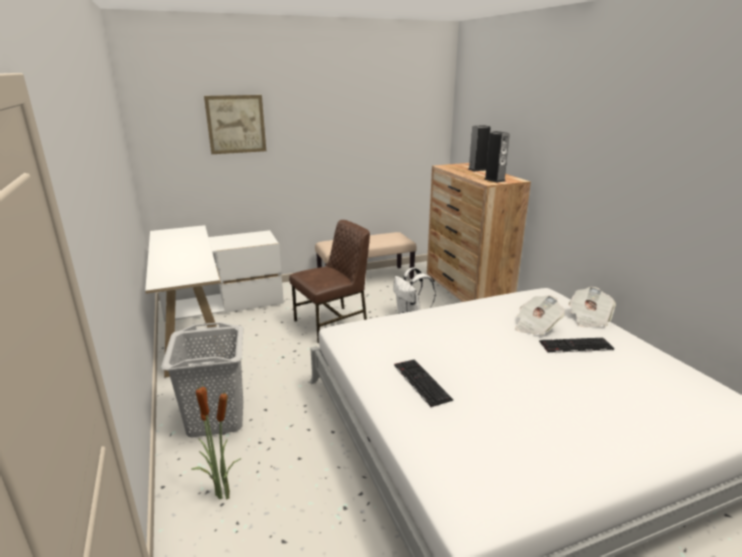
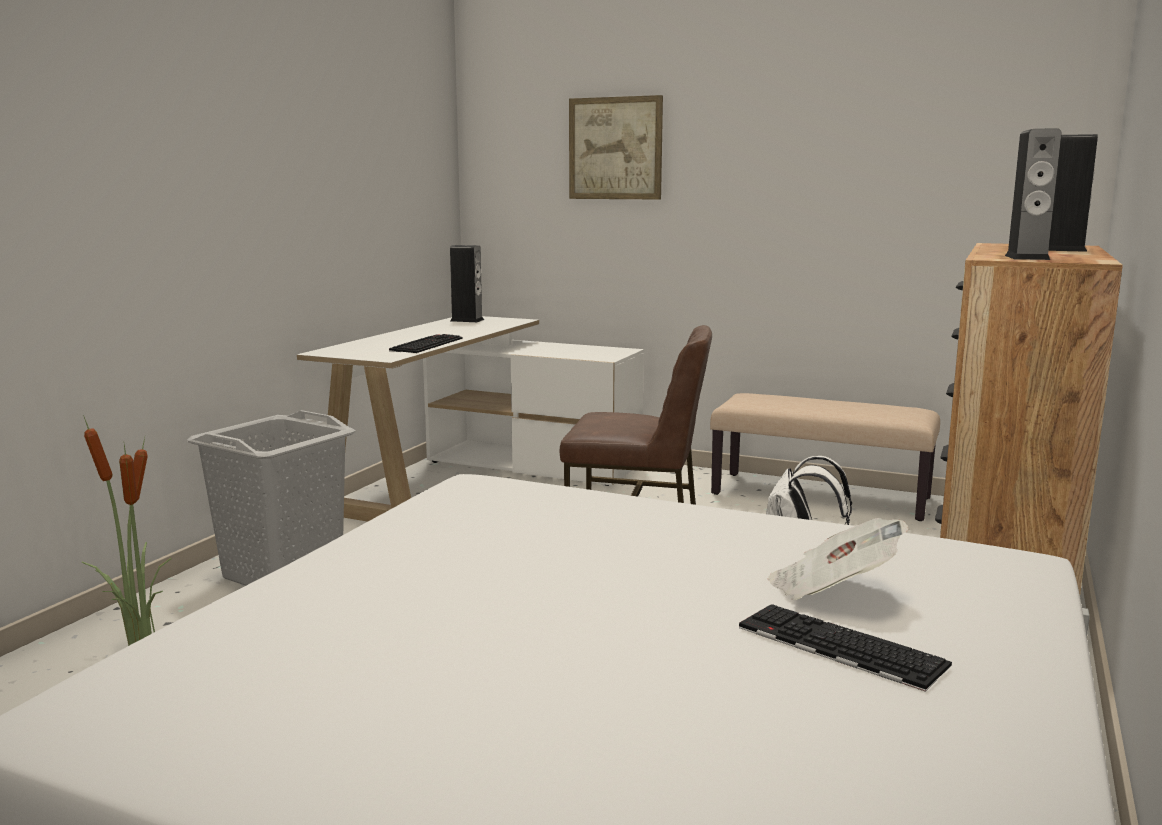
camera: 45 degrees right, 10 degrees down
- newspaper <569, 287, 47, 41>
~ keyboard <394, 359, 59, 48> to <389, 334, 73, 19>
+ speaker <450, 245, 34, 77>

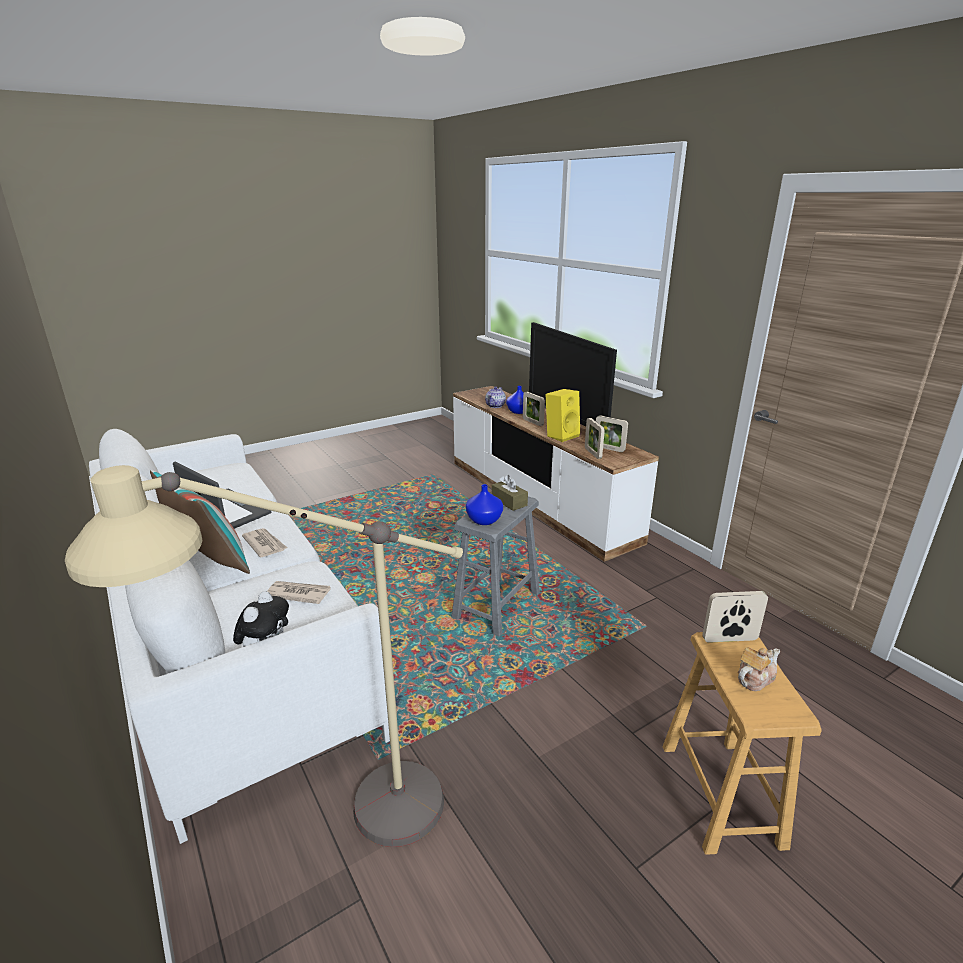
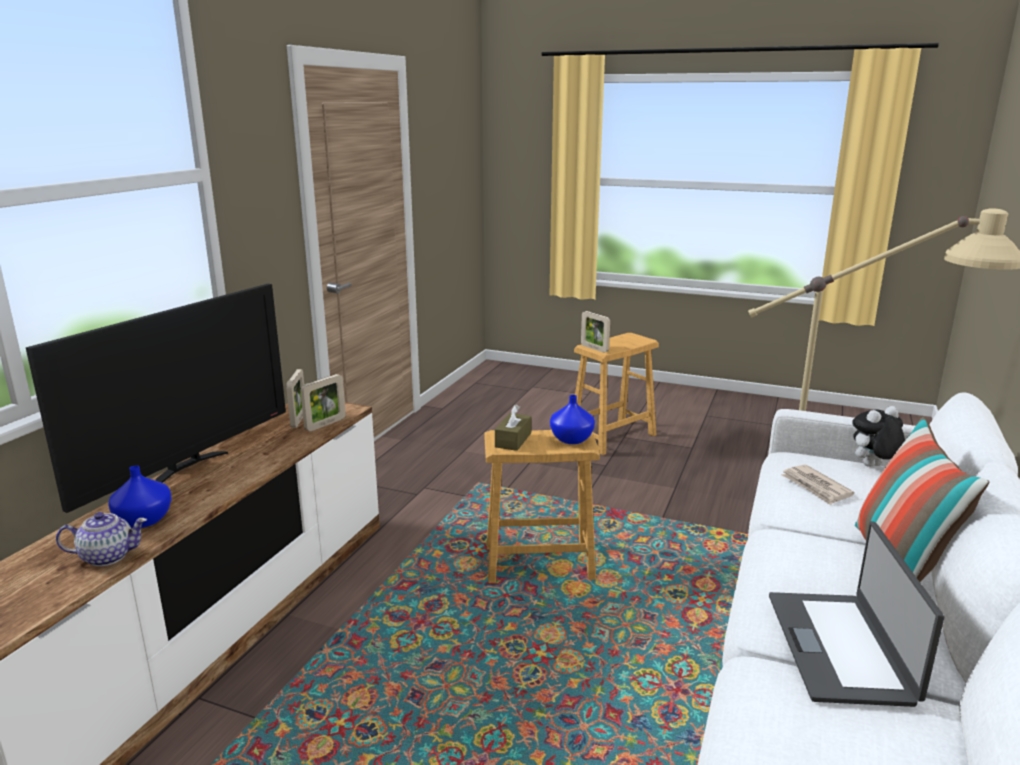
camera: 125 degrees left, 5 degrees down
- yellow speaker <545, 389, 35, 53>
- photo frame <523, 392, 22, 34>
~ grey stool seat <451, 497, 89, 139> to brown stool seat <484, 430, 116, 153>
- newspaper <242, 528, 45, 29>
- teapot <738, 647, 42, 44>

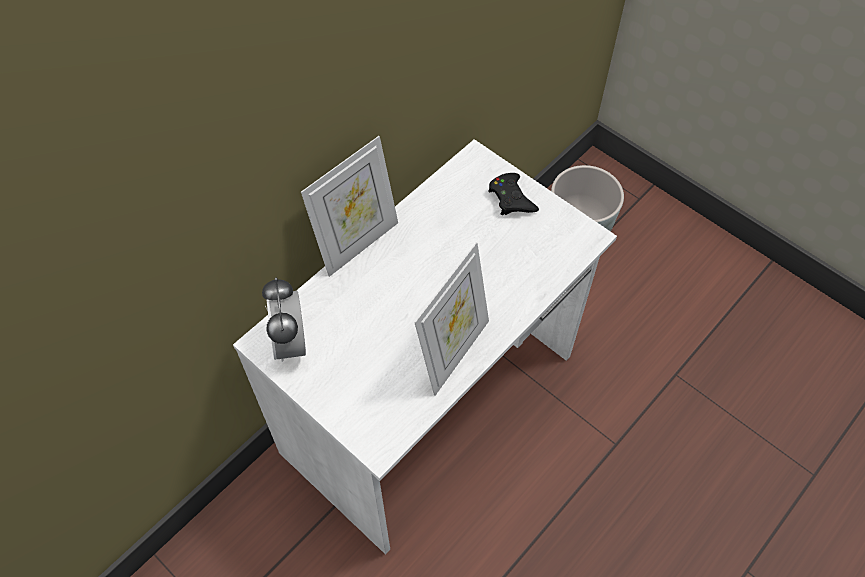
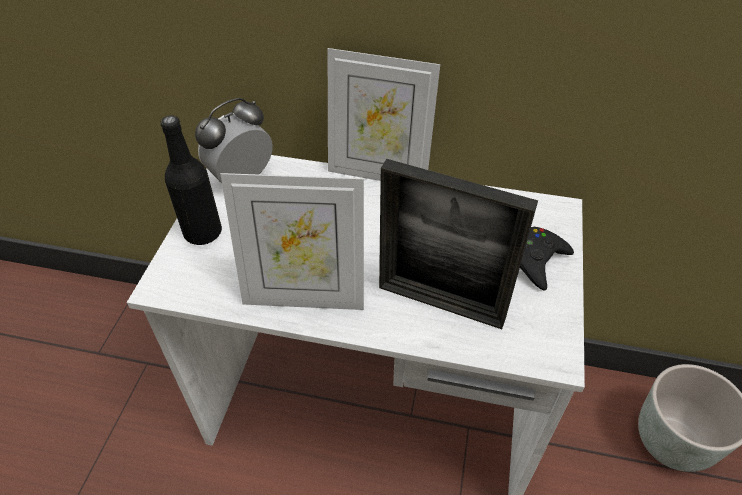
camera: 60 degrees right, 10 degrees down
+ black bottle <161, 116, 61, 129>
+ photo frame <379, 159, 159, 170>

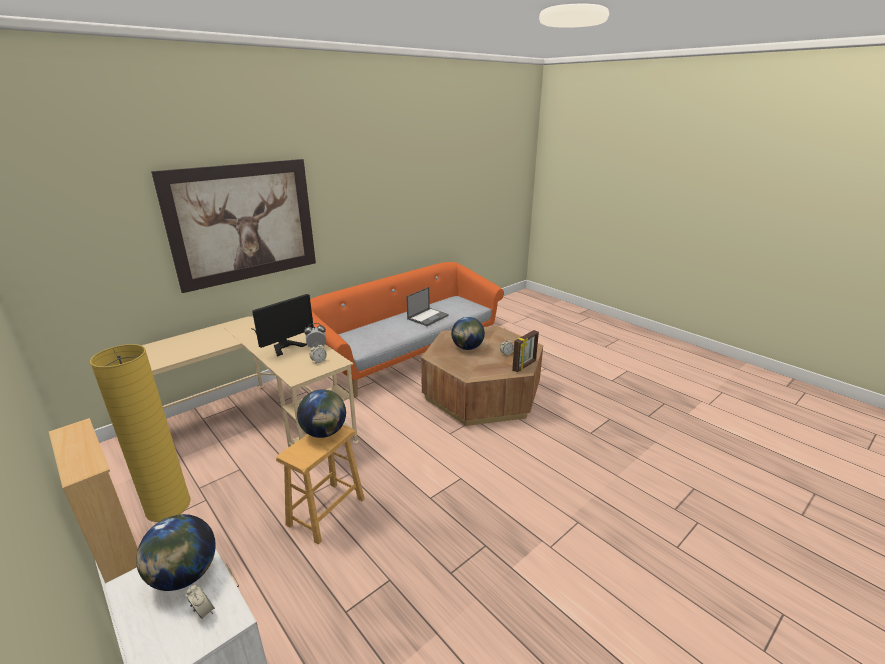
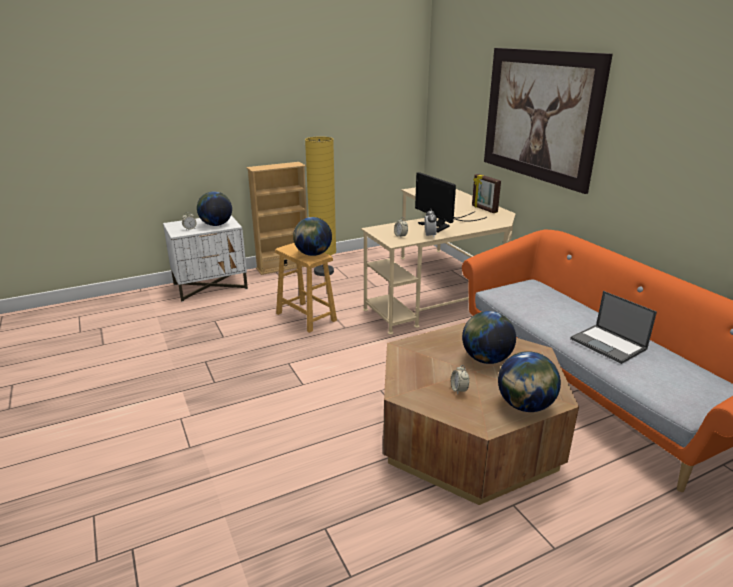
camera: 105 degrees right, 0 degrees up
~ photo frame <512, 330, 27, 42> to <472, 174, 29, 39>
+ desk globe <498, 351, 63, 61>

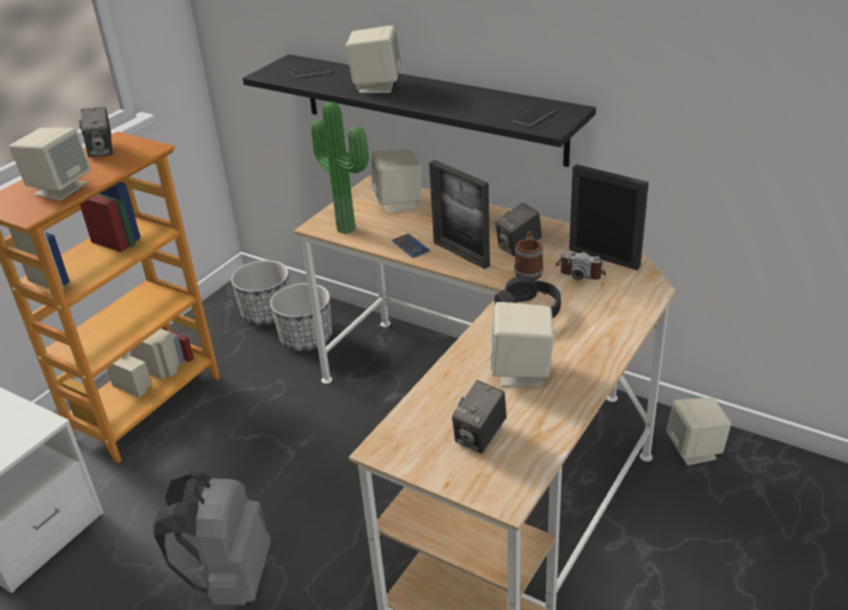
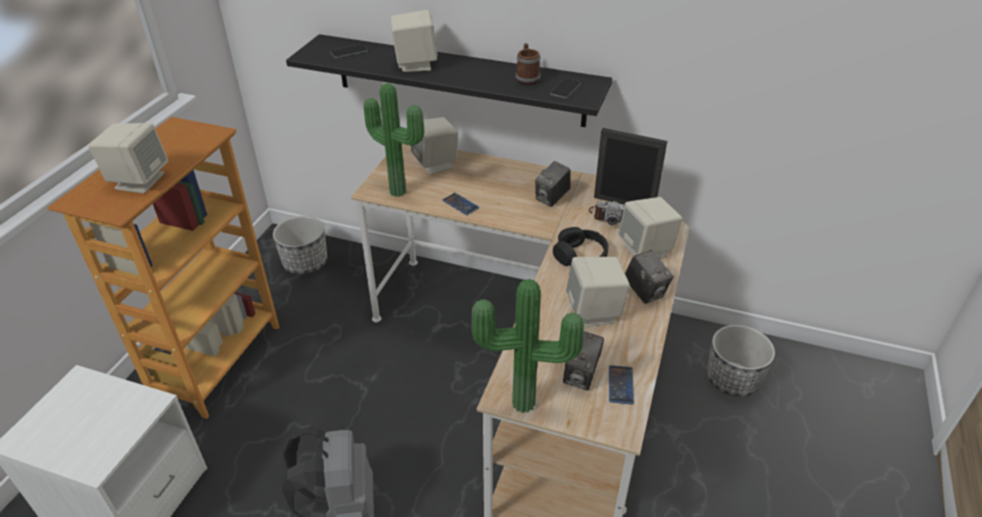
camera: 15 degrees left, 5 degrees up
~ still camera <79, 107, 34, 50> to <625, 250, 49, 54>
- photo frame <429, 160, 61, 109>
~ coffee mug <514, 231, 30, 49> to <516, 43, 24, 42>
~ flower pot <270, 283, 62, 68> to <707, 325, 68, 72>
~ beige-coloured speaker <667, 398, 64, 67> to <618, 197, 64, 62>
+ houseplant <472, 279, 112, 134>
+ telephone <609, 365, 25, 39>

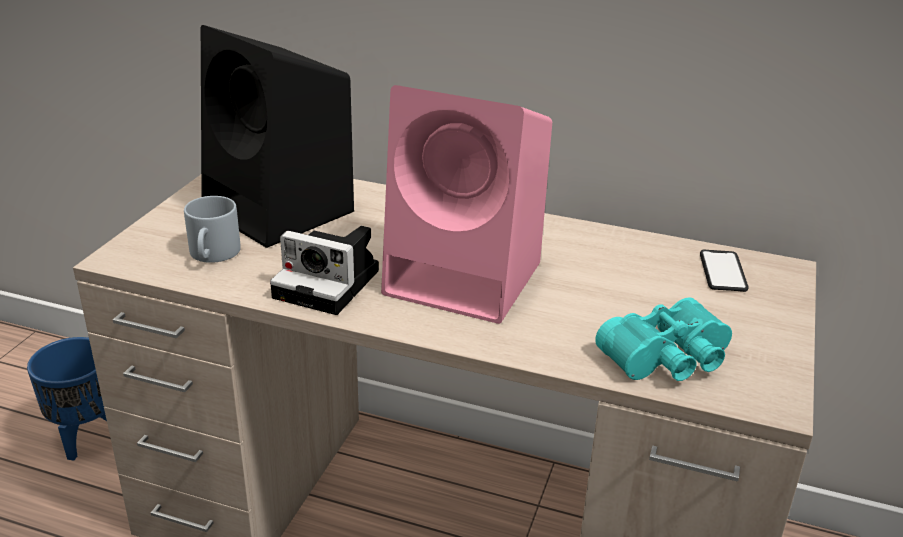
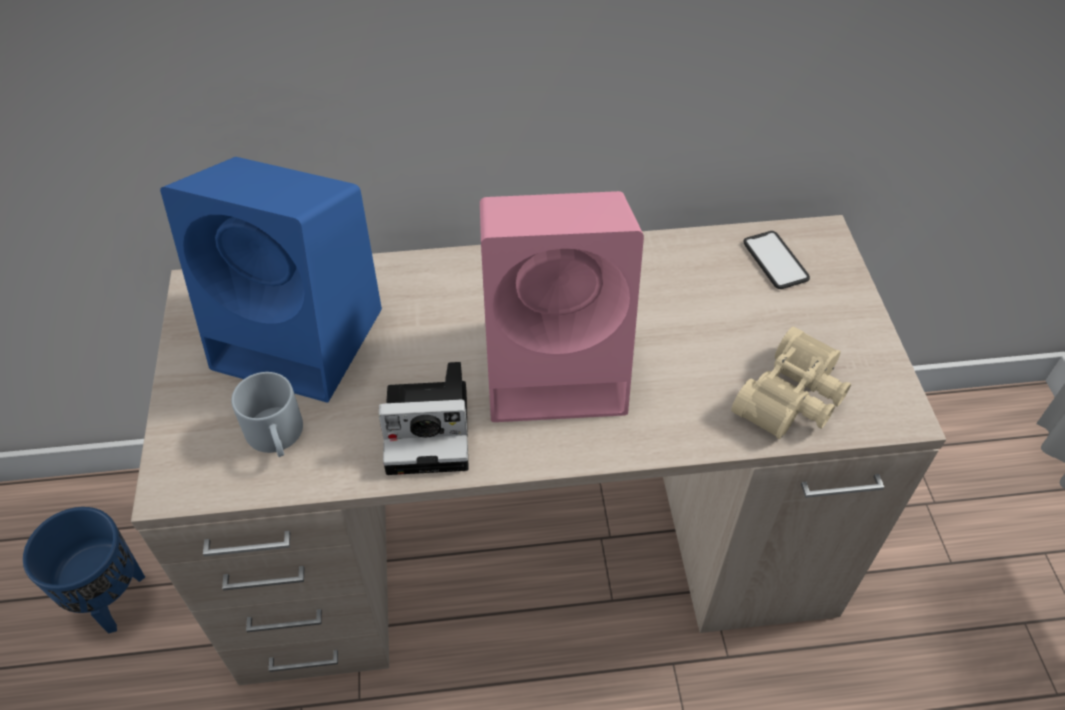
camera: 25 degrees left, 20 degrees up
~ black speaker <201, 25, 153, 223> to blue-coloured speaker <160, 157, 222, 245>
~ blue-green binoculars <595, 297, 137, 84> to beige-coloured binoculars <731, 327, 120, 112>

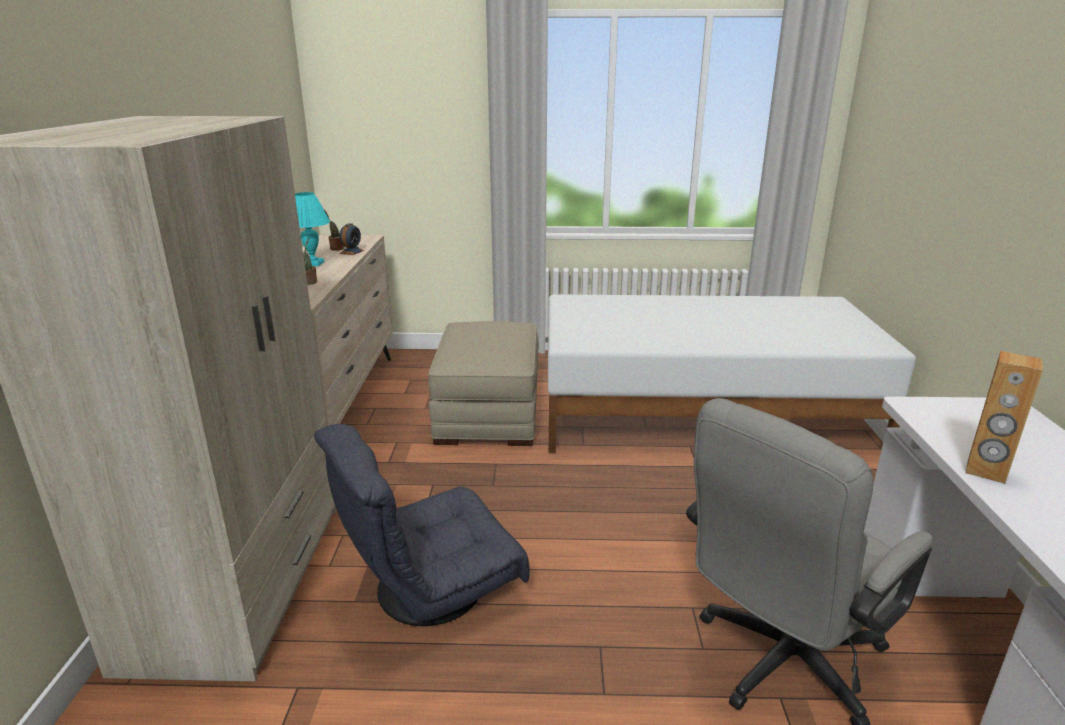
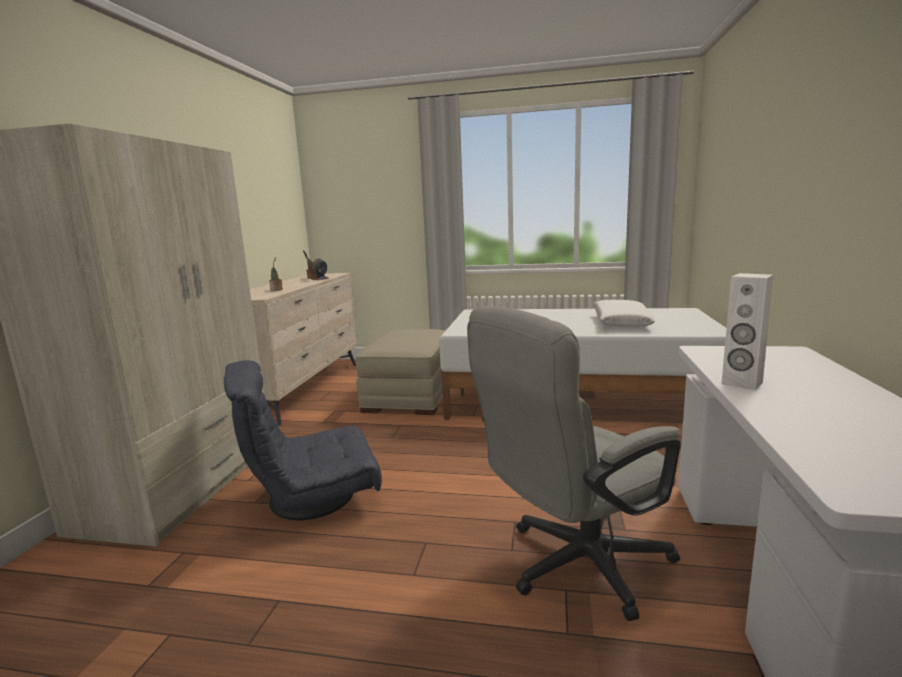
camera: 10 degrees right, 10 degrees down
- blue-green lamp for a table <295, 192, 35, 74>
~ brown speaker <965, 351, 78, 133> to whitish speaker <722, 273, 51, 117>
+ whitish pillow <593, 300, 62, 27>

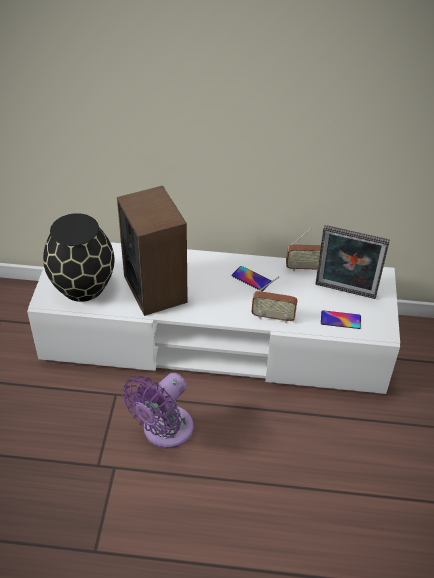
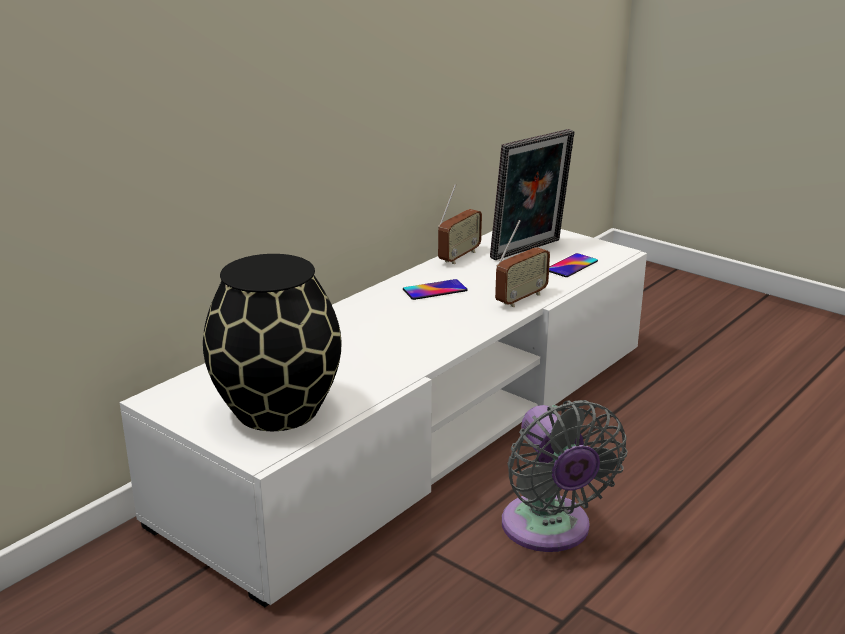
camera: 55 degrees left, 20 degrees down
- speaker <117, 186, 71, 130>
~ purple cooling fan <122, 373, 71, 75> to grey cooling fan <502, 400, 125, 152>

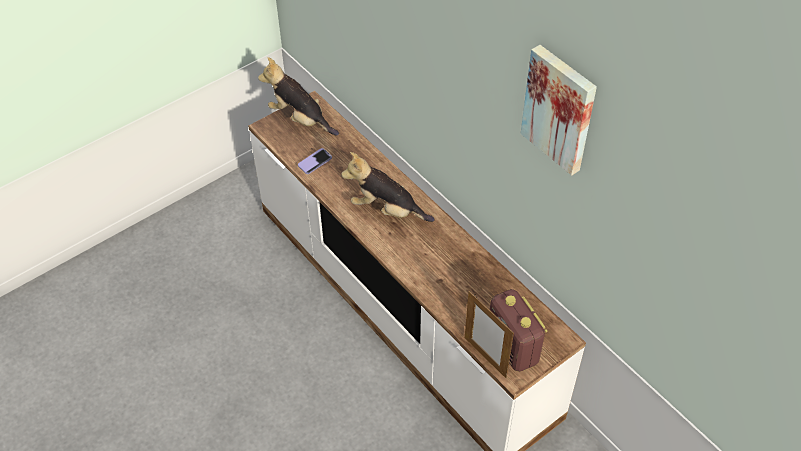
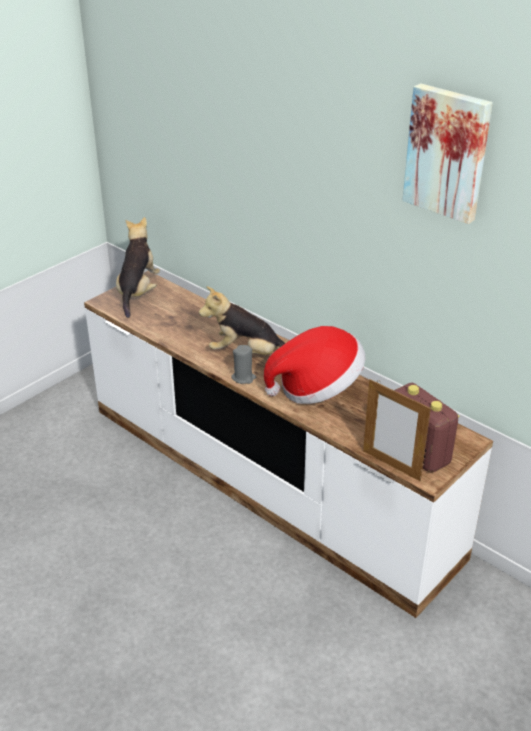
camera: 10 degrees left, 15 degrees down
~ cuddly toy <258, 57, 81, 79> = <116, 217, 44, 101> 75 degrees clockwise
- telephone <298, 148, 34, 26>
+ clothing hat <264, 326, 101, 78>
+ grey wax candle <231, 345, 25, 39>

